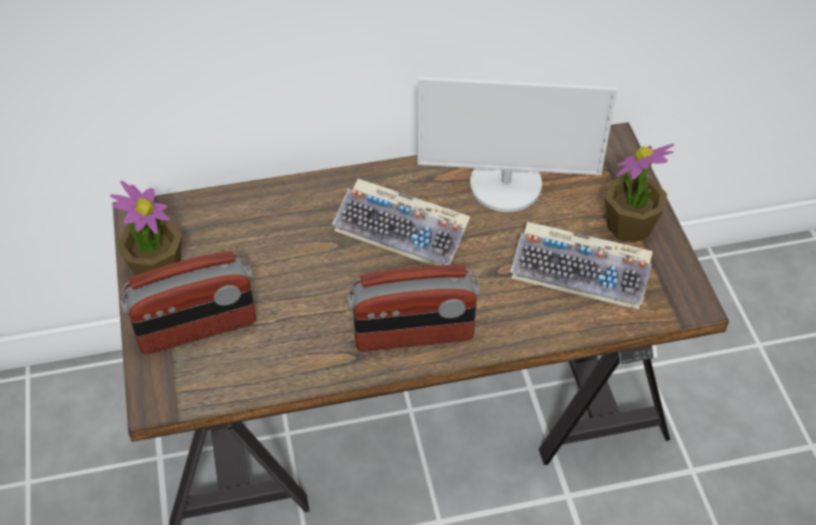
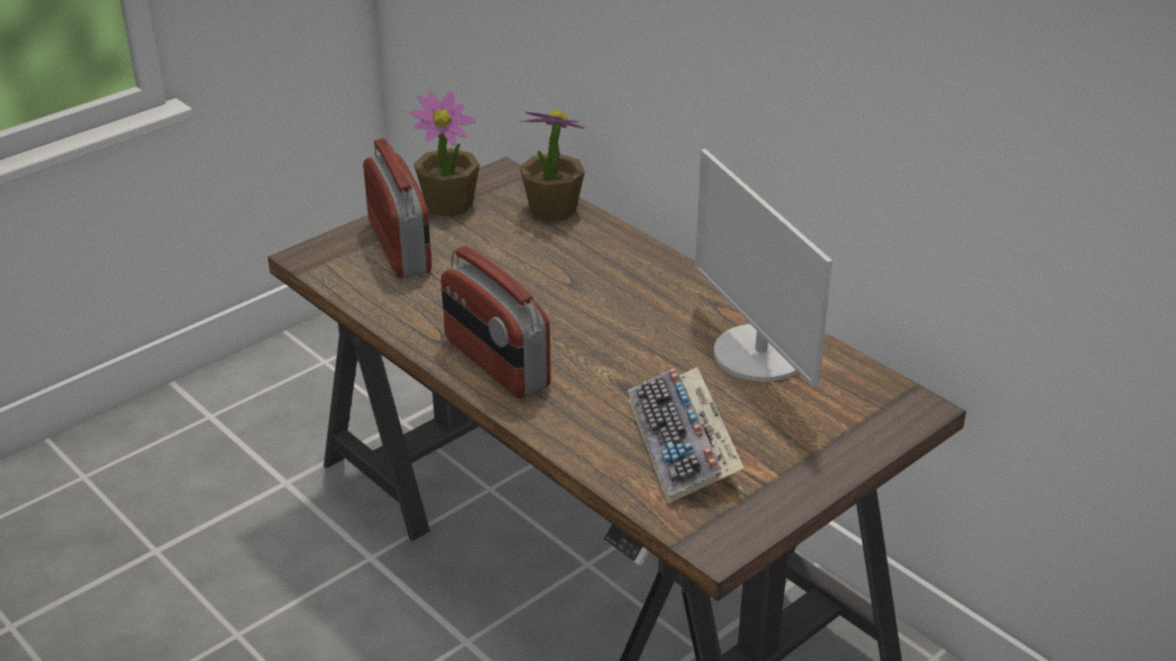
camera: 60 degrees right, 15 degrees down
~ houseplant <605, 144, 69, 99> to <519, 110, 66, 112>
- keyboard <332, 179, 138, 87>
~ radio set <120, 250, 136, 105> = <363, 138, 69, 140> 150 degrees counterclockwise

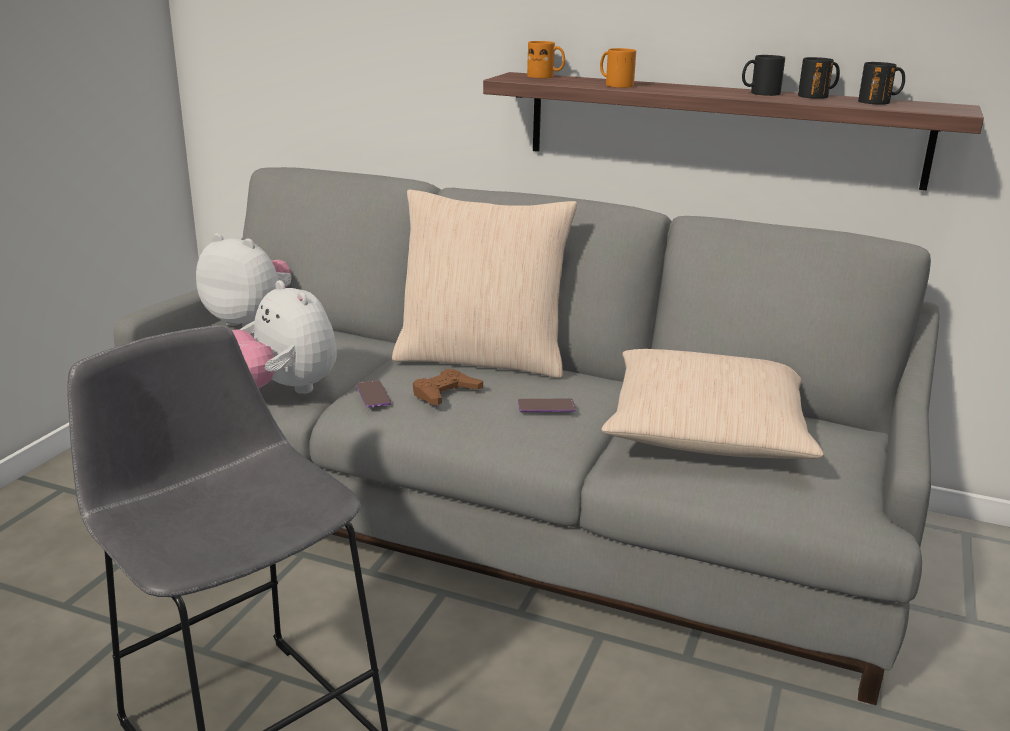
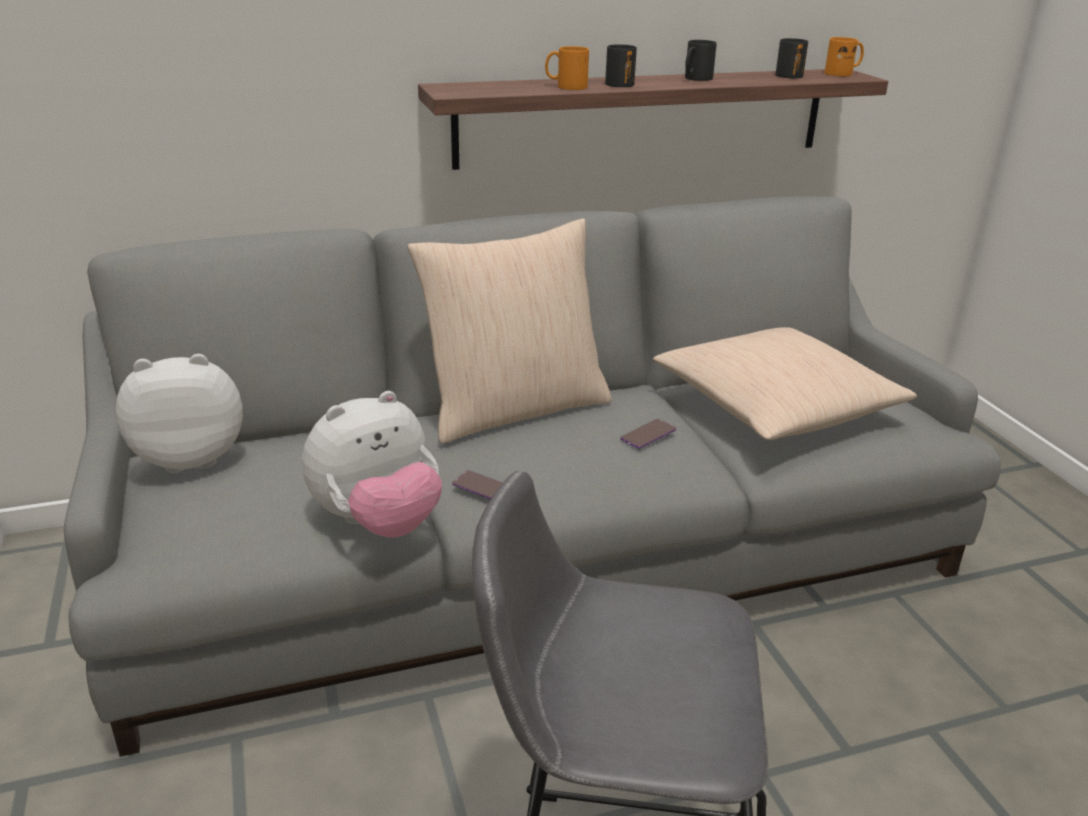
camera: 40 degrees left, 5 degrees up
~ orangey coffee mug <527, 41, 38, 37> to <825, 37, 39, 39>
~ black coffee mug <798, 57, 42, 42> to <605, 44, 32, 43>
~ cuddly toy <232, 280, 105, 114> = <302, 391, 140, 147> 45 degrees counterclockwise
- brown gamepad <413, 369, 70, 36>

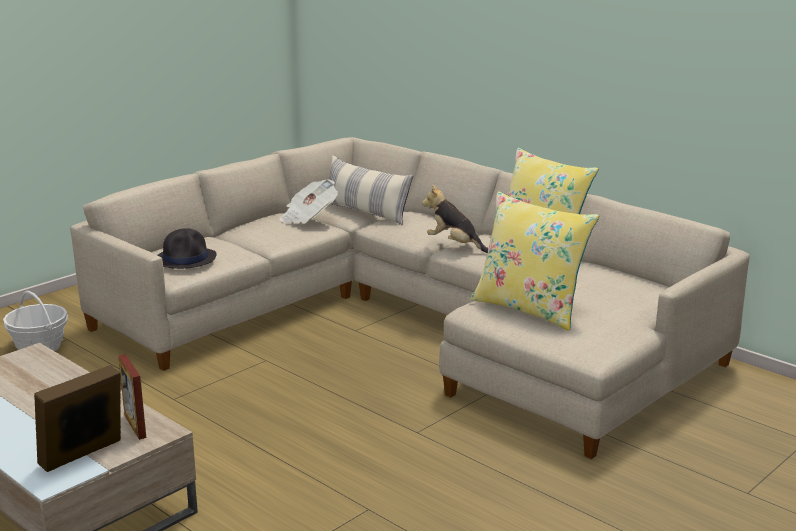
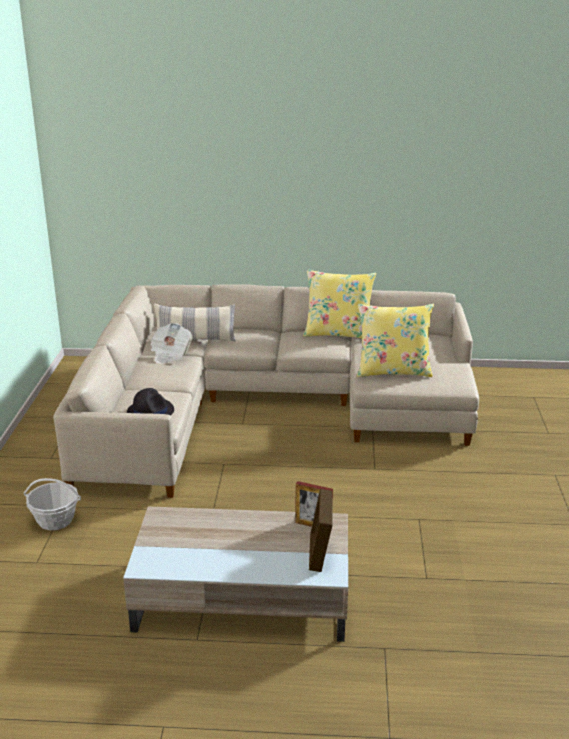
camera: 40 degrees left, 5 degrees up
- cuddly toy <422, 185, 66, 68>

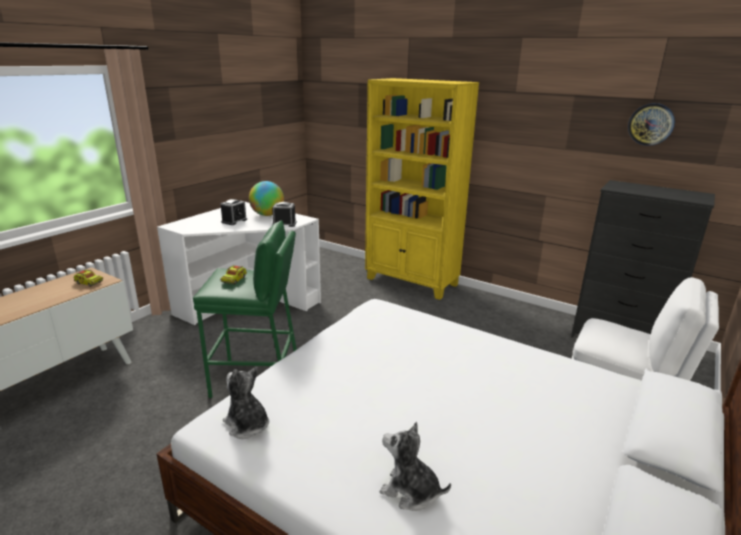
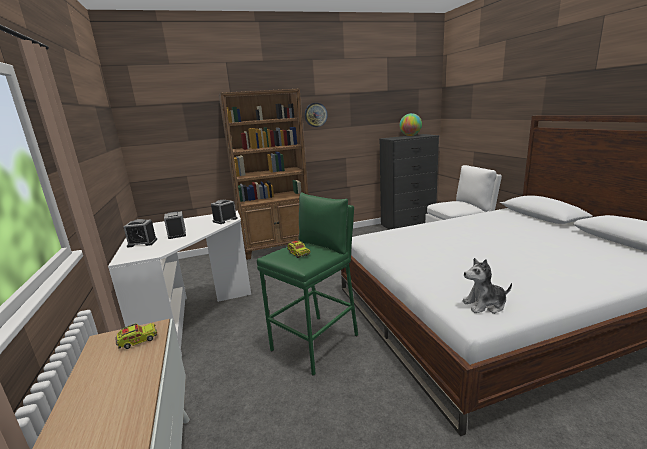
camera: 50 degrees left, 5 degrees down
~ yellow shelving unit <365, 78, 114, 222> to brown shelving unit <219, 88, 89, 172>
~ hanging clock <628, 103, 47, 43> to <305, 103, 23, 24>
~ desk globe <249, 181, 35, 35> to <399, 113, 23, 23>
- cuddly toy <380, 422, 71, 89>
+ alarm clock <124, 219, 33, 28>

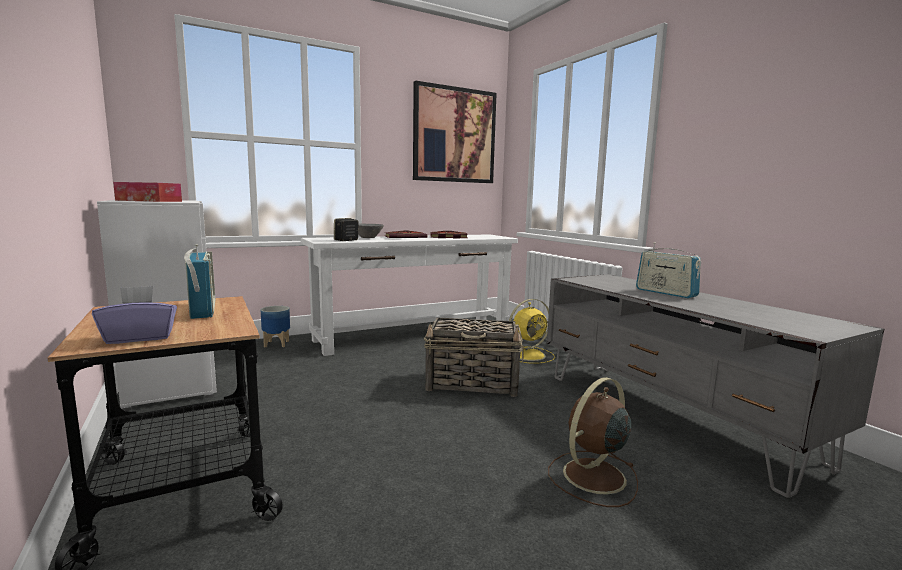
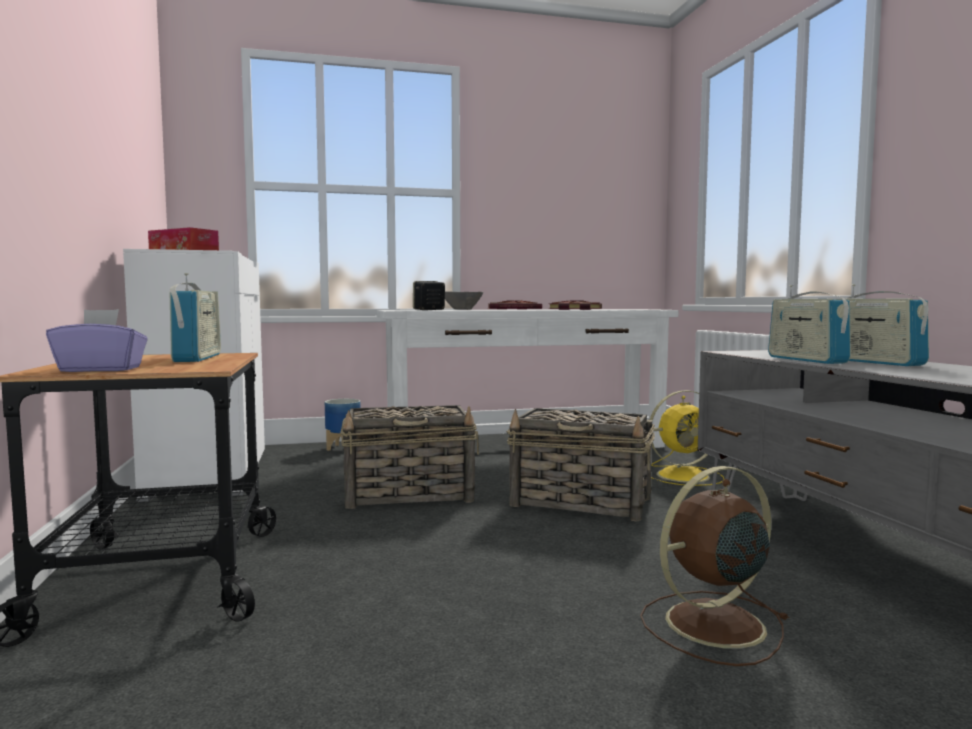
camera: 15 degrees right, 5 degrees down
- picture <413, 81, 84, 102>
+ radio set <768, 285, 83, 79>
+ basket <340, 405, 139, 104>

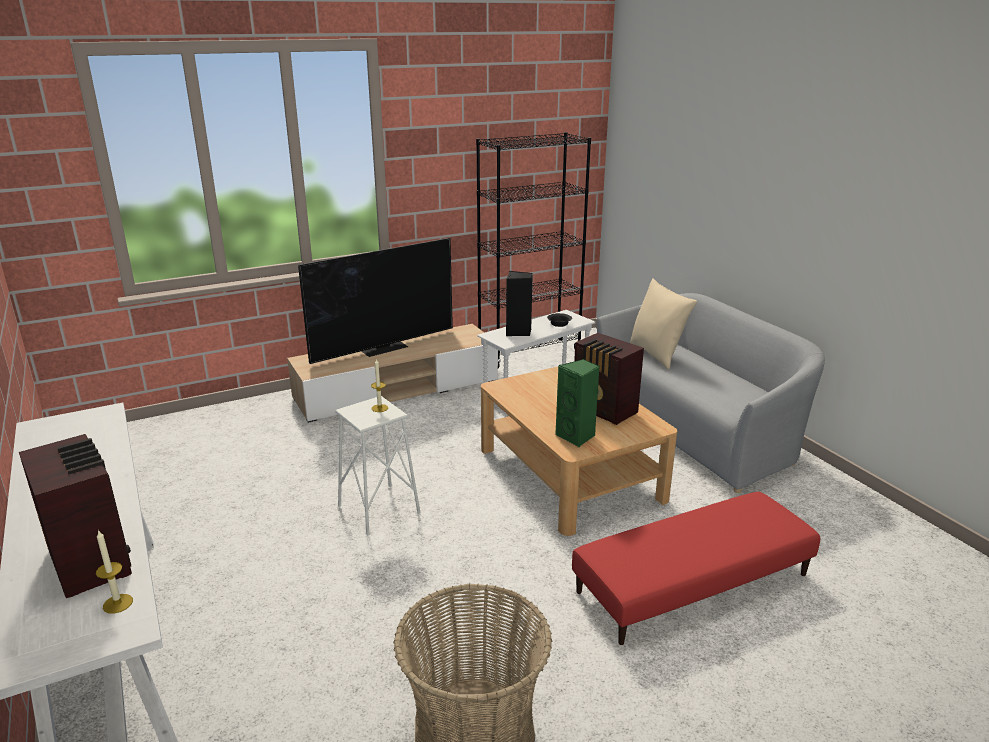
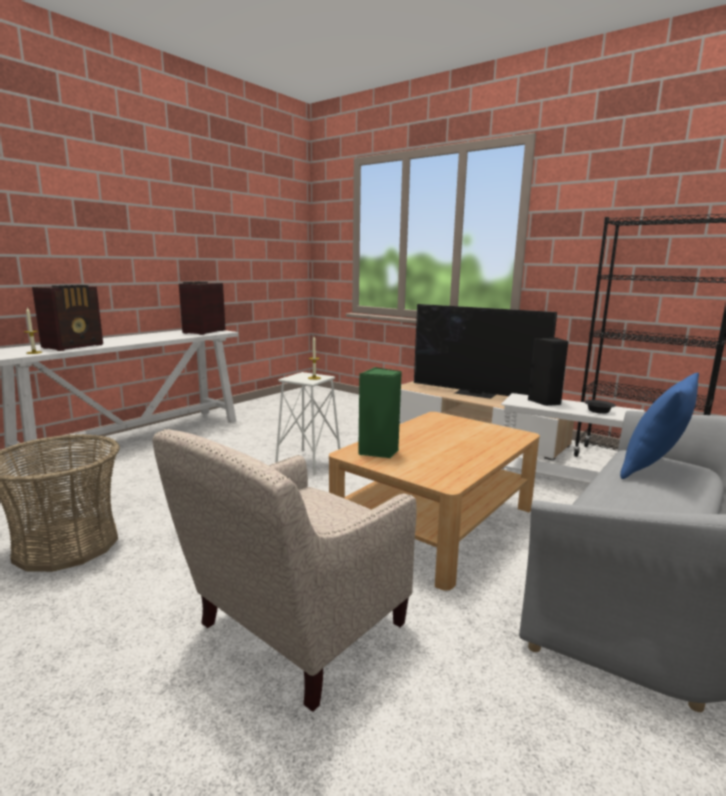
camera: 65 degrees right, 10 degrees down
~ beige-coloured pillow <630, 278, 67, 92> to blue-coloured pillow <620, 373, 79, 106>
~ radio set <574, 333, 70, 92> to <179, 281, 47, 54>
~ reddish pouffe <572, 492, 248, 153> to beige-coloured lounge chair <153, 429, 264, 283>

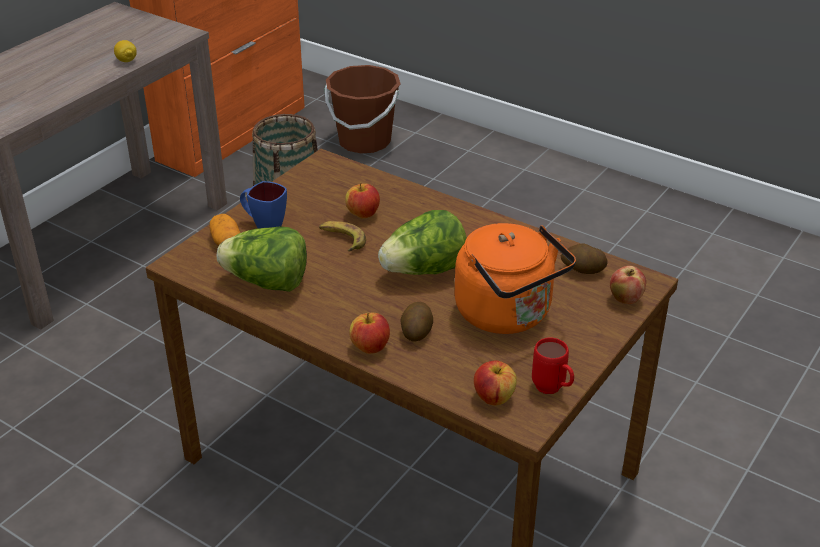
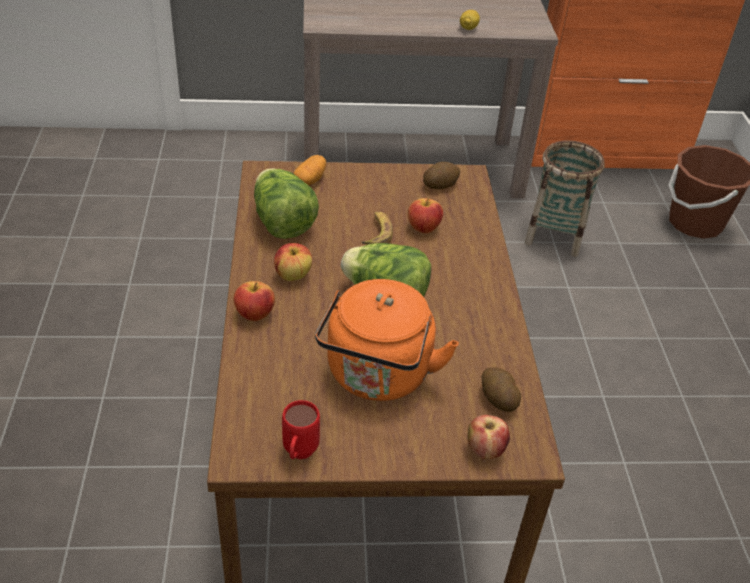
camera: 50 degrees right, 5 degrees up
- blue-coloured coffee mug <240, 181, 47, 47>
~ potato <400, 302, 33, 40> to <423, 162, 37, 27>
~ apple fruit <474, 360, 43, 46> to <274, 243, 38, 38>

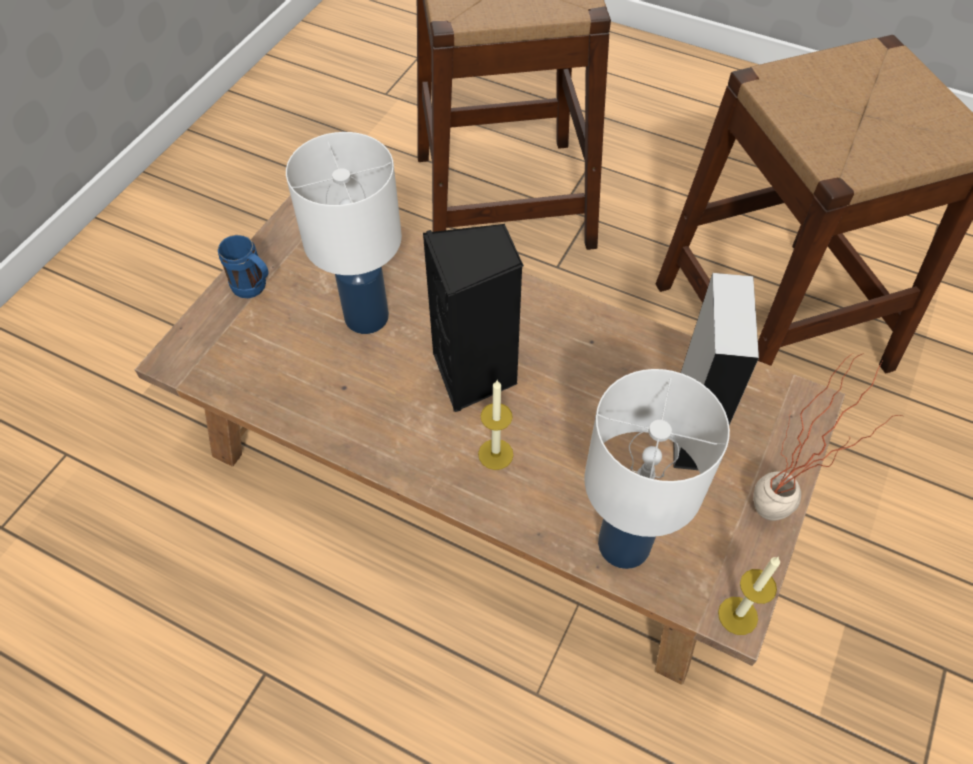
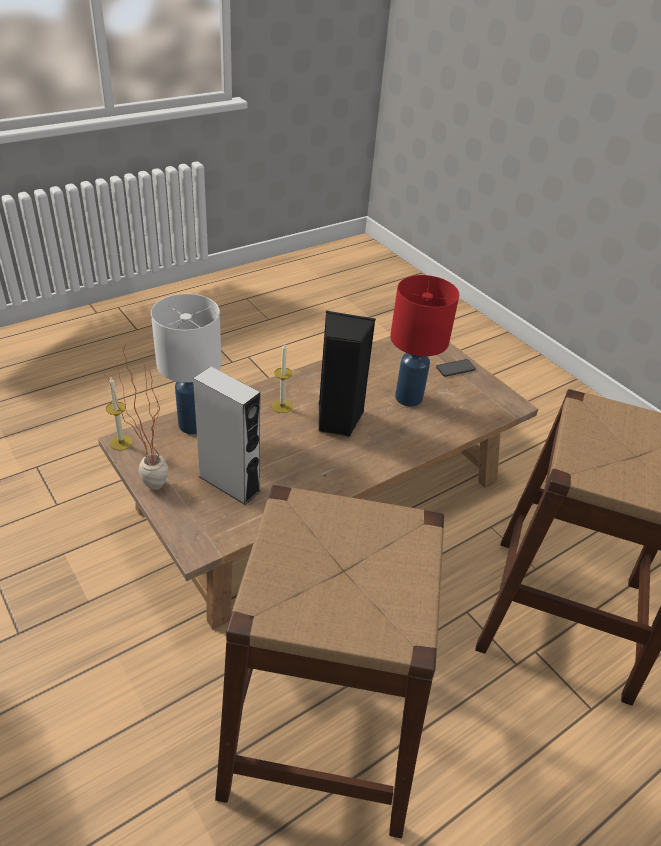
camera: 115 degrees right, 15 degrees down
~ whitish lamp for a table <286, 132, 116, 202> to reddish lamp for a table <390, 275, 69, 132>
~ blue-coloured coffee mug <218, 235, 51, 63> to telephone <436, 359, 40, 18>

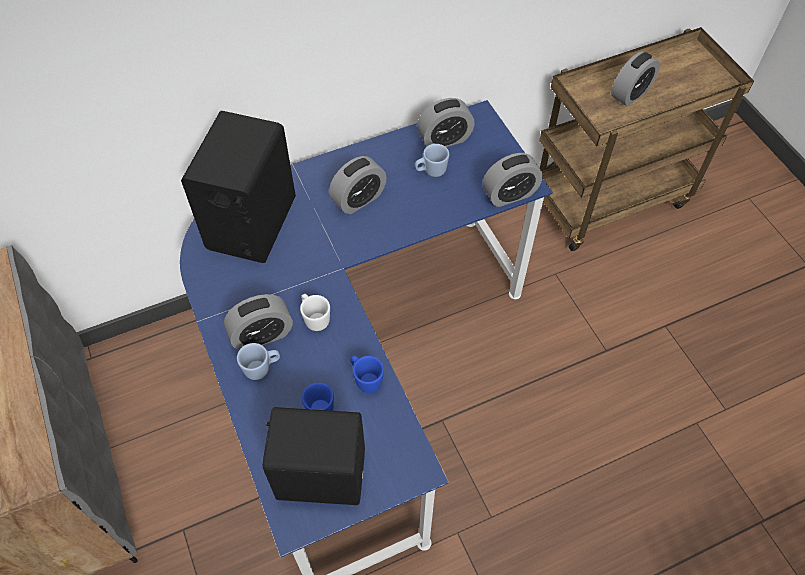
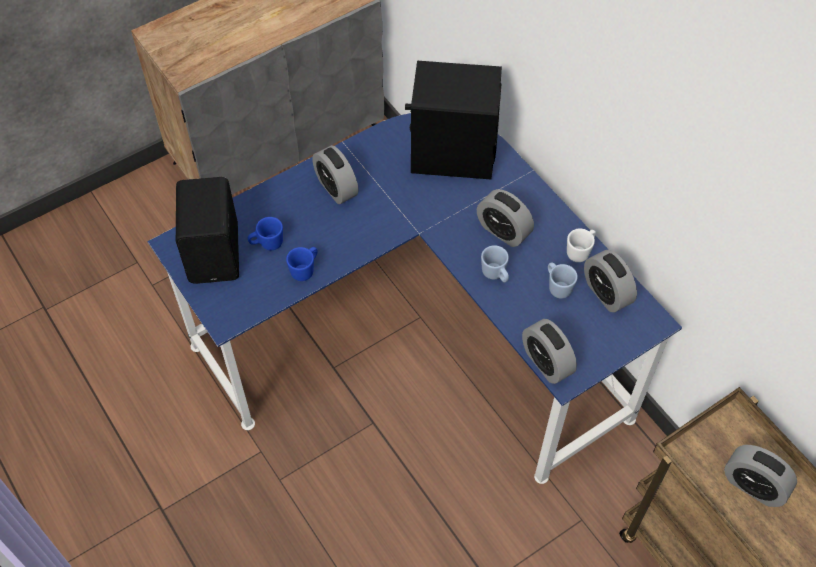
camera: 80 degrees right, 0 degrees up
~ whitish coffee mug <300, 294, 30, 37> to <567, 229, 29, 33>
~ blue-coloured coffee mug <237, 343, 43, 37> to <481, 245, 28, 37>

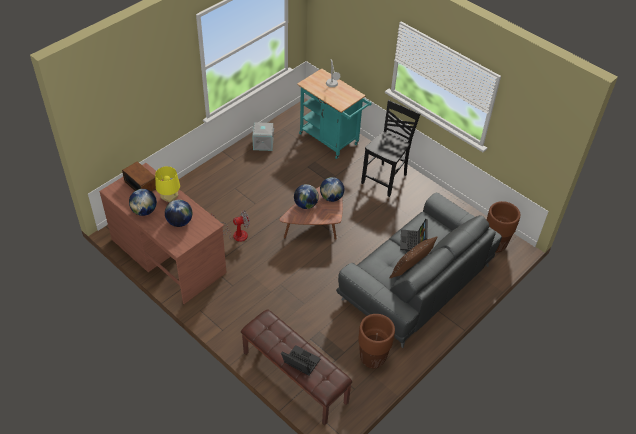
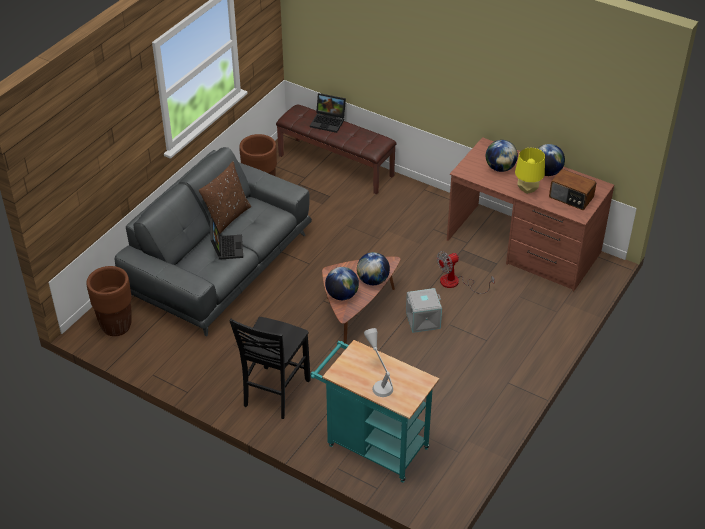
camera: 170 degrees right, 5 degrees down
~ grey storage bin <252, 122, 22, 29> to <406, 288, 36, 45>

